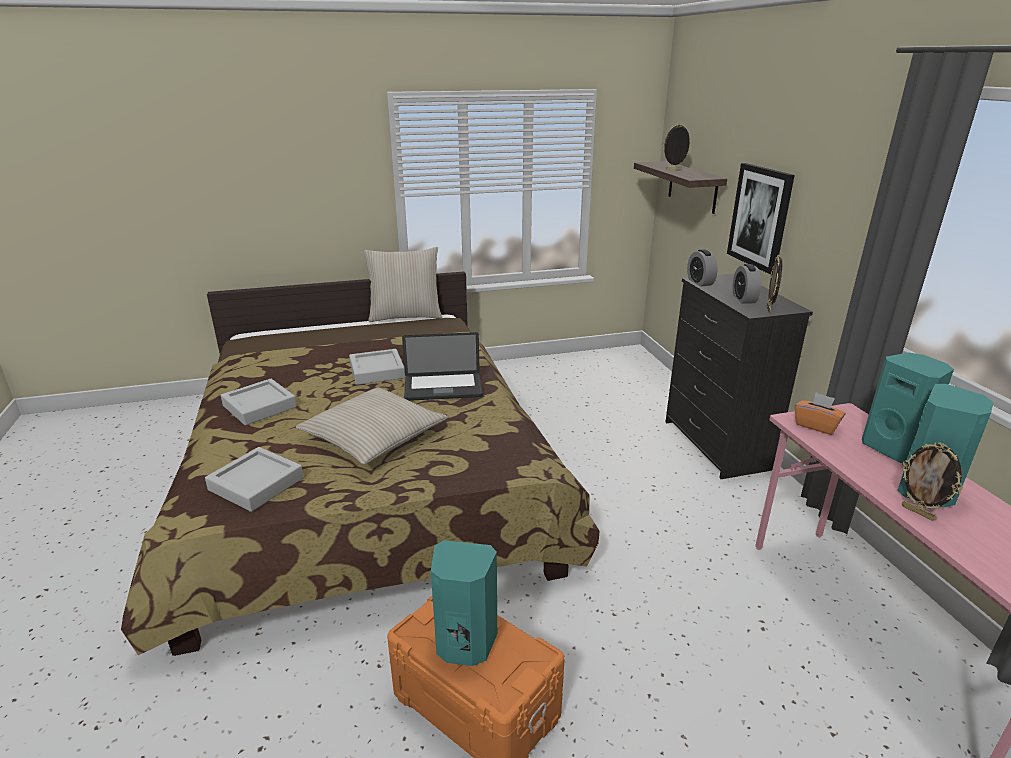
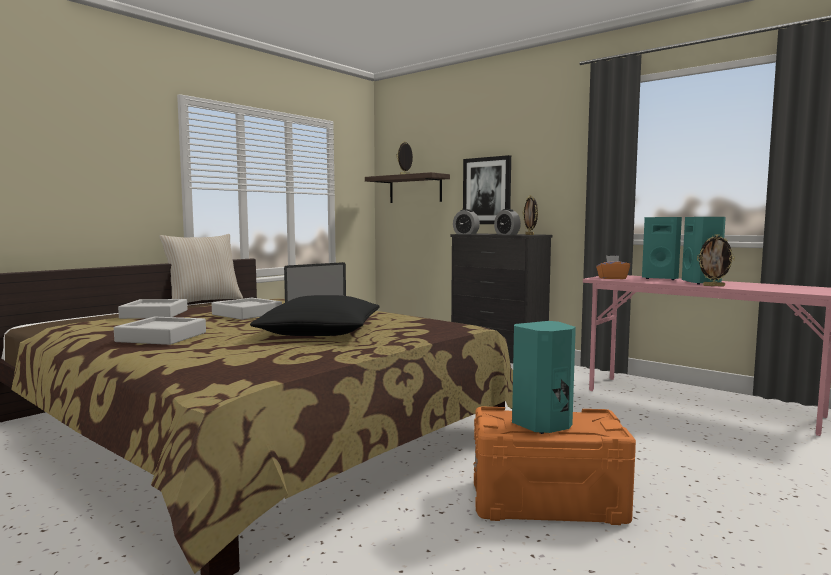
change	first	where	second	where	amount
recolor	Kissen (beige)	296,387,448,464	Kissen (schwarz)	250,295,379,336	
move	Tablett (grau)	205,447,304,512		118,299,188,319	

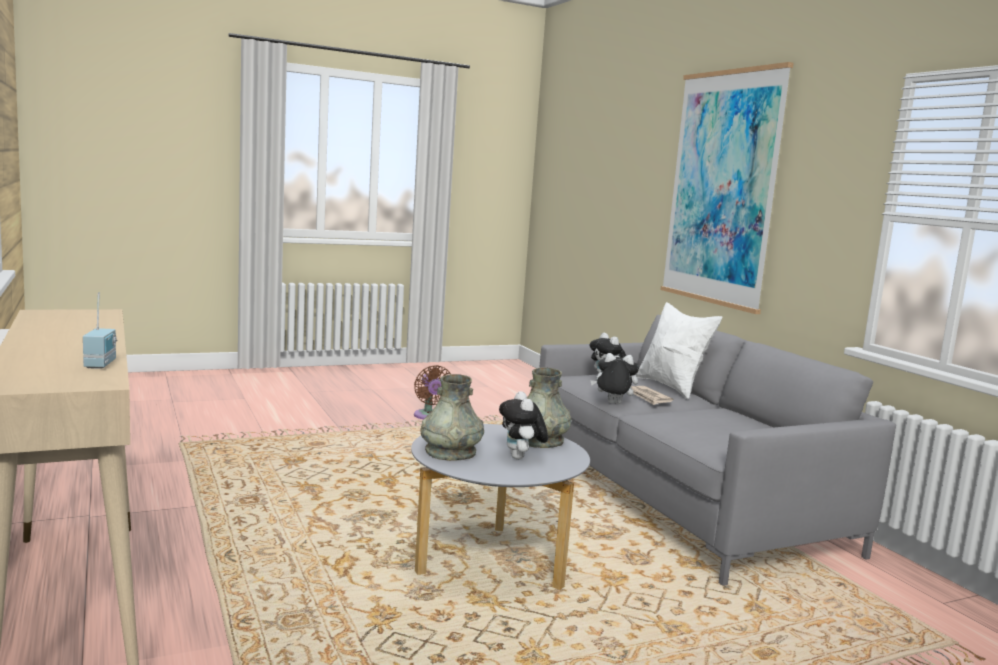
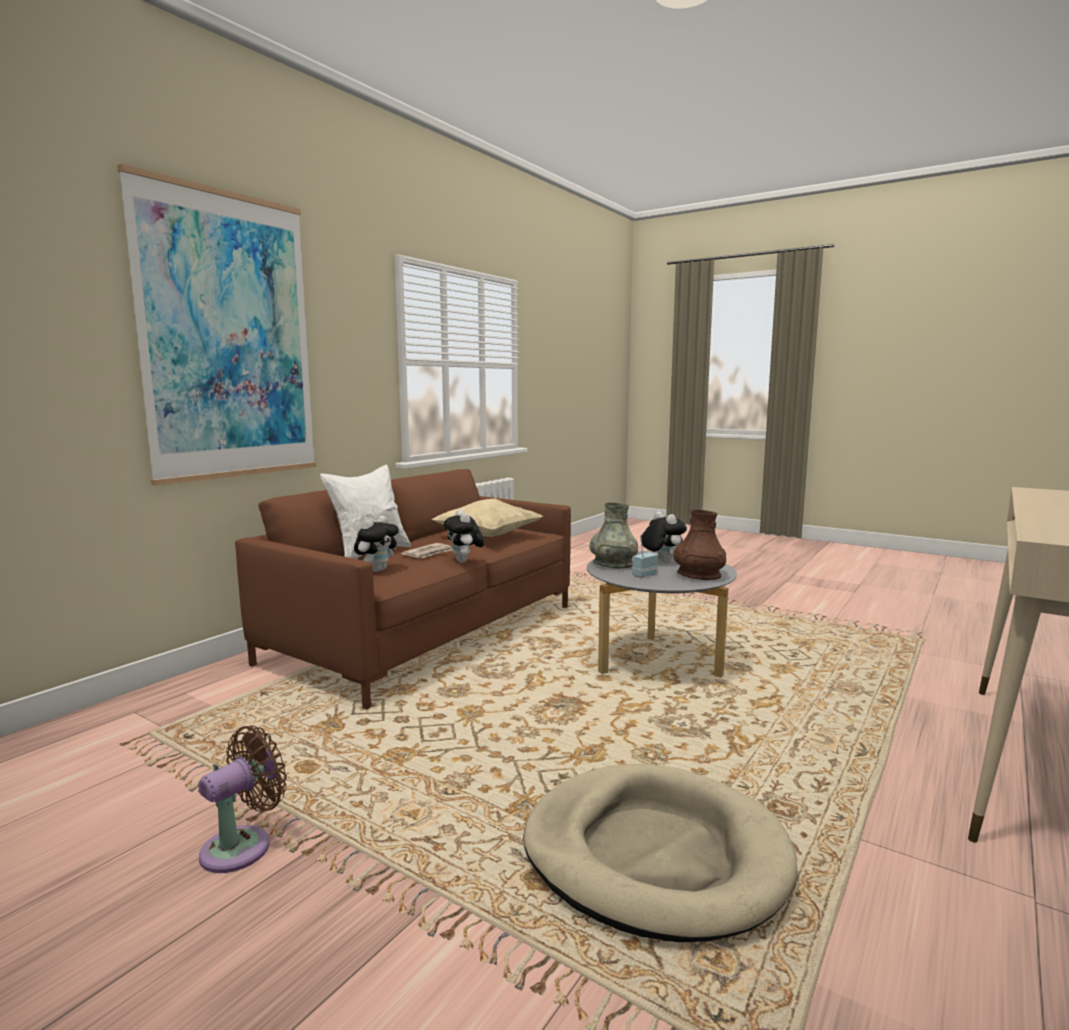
change	first	where	second	where	amount
move	Radio	83,293,118,369		632,535,658,578	
recolor	Sofa (grau)	539,315,896,586	Sofa (braun)	235,469,571,709	
recolor	Vase (grau)	420,374,484,461	Vase (braun)	673,509,726,580	
rotate	Plüschtier	499,391,548,459		641,511,687,563	75 degrees counterclockwise
insert			Kissen (beige)	431,498,543,537	
insert			Hundebett (beige)	523,764,798,942	

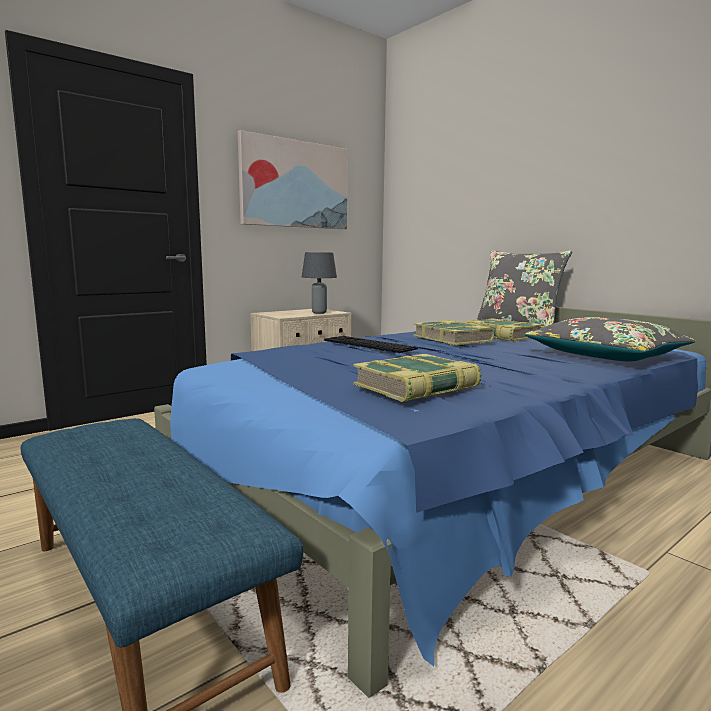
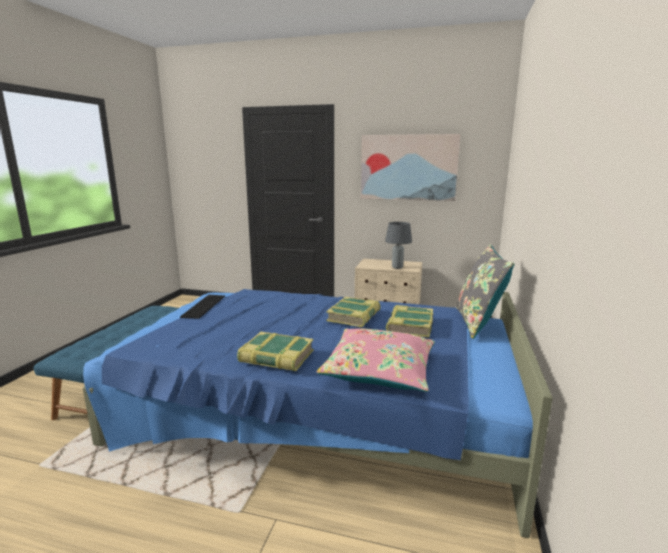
change	first	where	second	where	amount
recolor	Kissen (grau)	525,317,696,361	Kissen (rosa)	317,328,435,392	
move	Tastatur	324,336,418,353		180,295,225,319	
move	Buch	353,354,481,402		237,332,313,371	

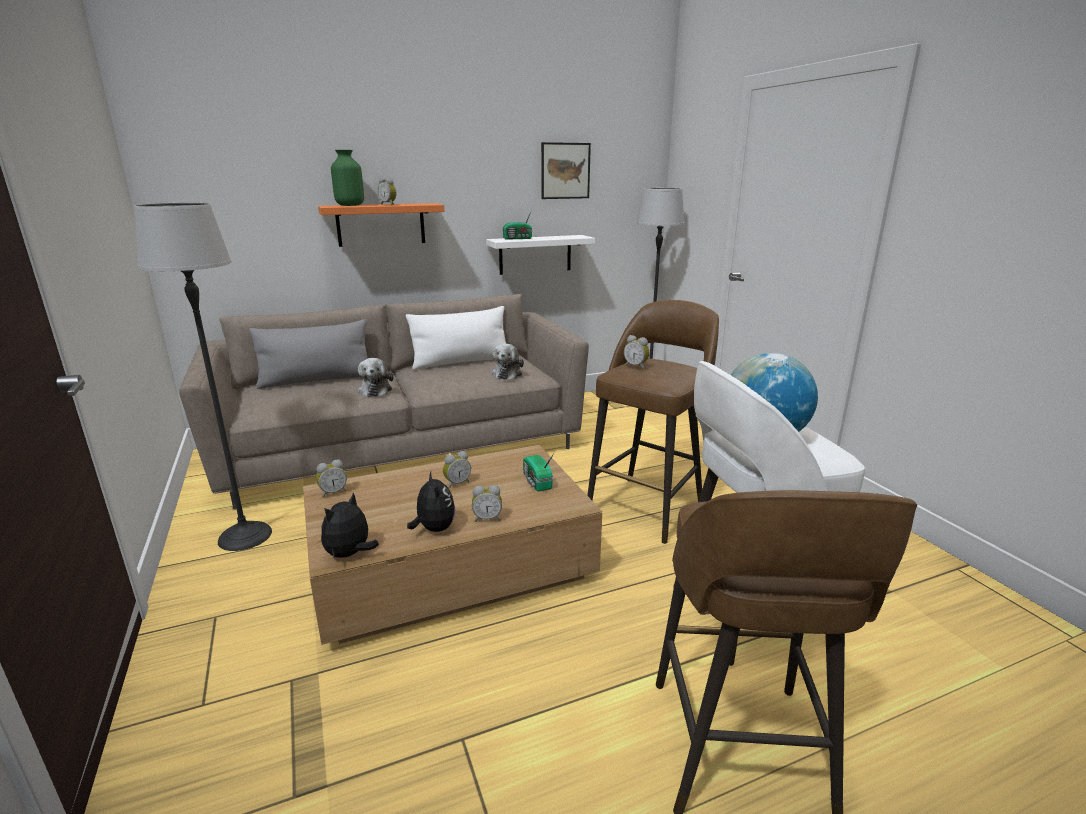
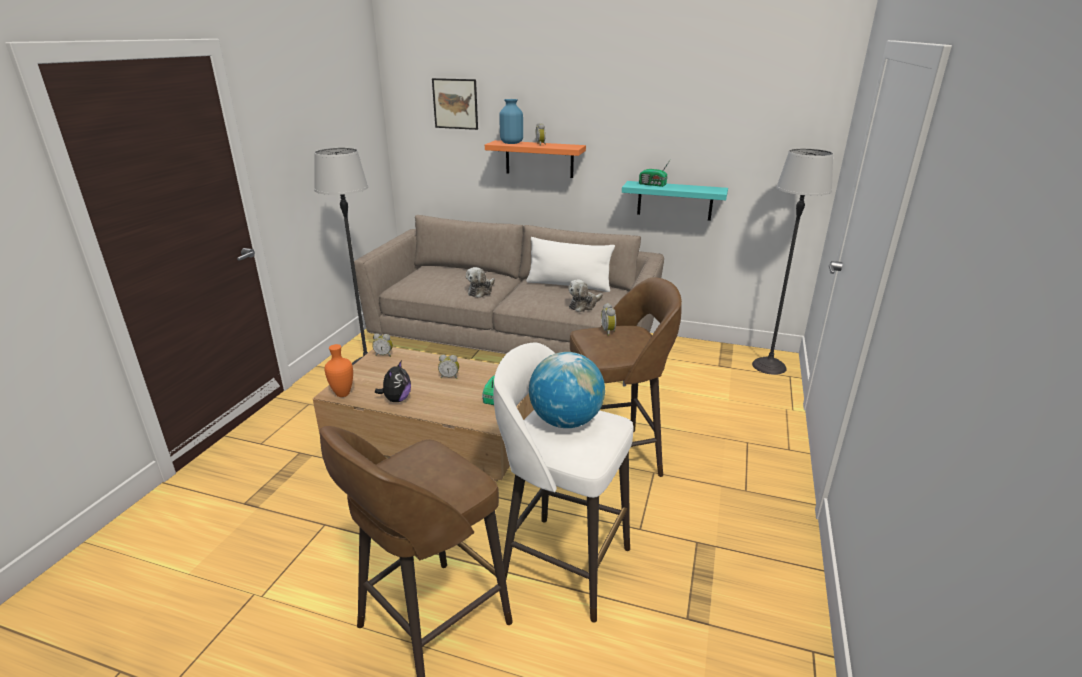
change	first	where	second	where	amount
move	Bild	541,142,591,199		432,78,478,130	
recolor	Vase (grün)	331,150,364,206	Vase (blau)	499,99,523,144	
recolor	Wandregal (weiß)	486,235,595,275	Wandregal (türkis)	622,181,728,221	
delete	Kissen (grau)	249,319,368,389			
delete	Wecker	472,485,502,522			
replace	Plüschtier	321,492,379,559	Vase (orange)	324,344,353,397	

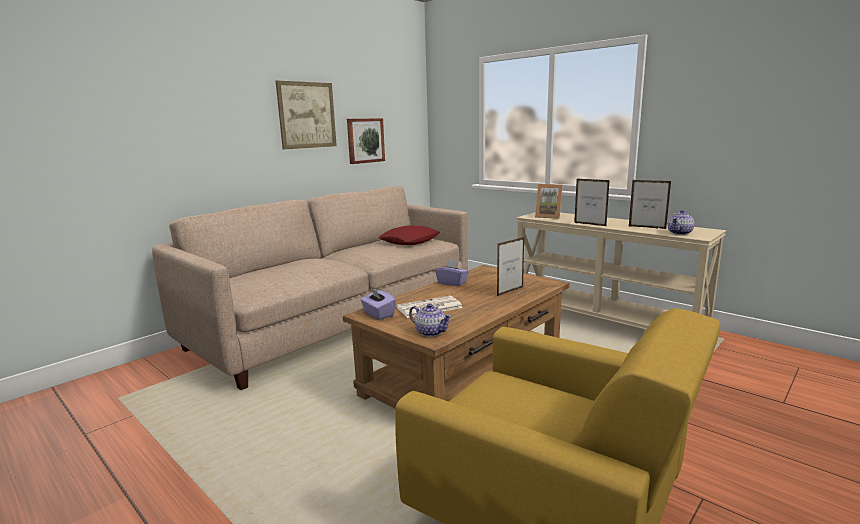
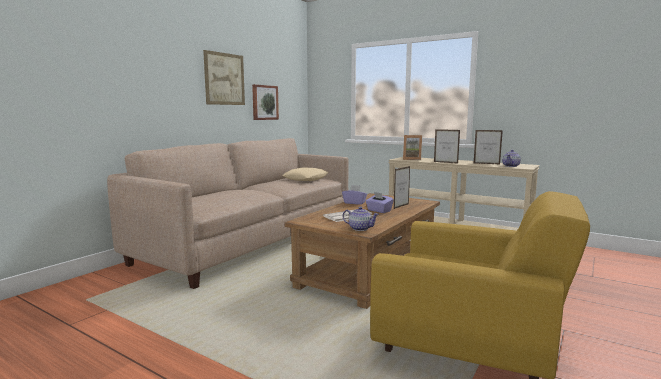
change	first	where	second	where	amount
recolor	Kissen (rot)	378,225,440,245	Kissen (beige)	282,167,328,181	
move	Taschentuchbox (lila)	360,288,396,320		366,192,394,213	

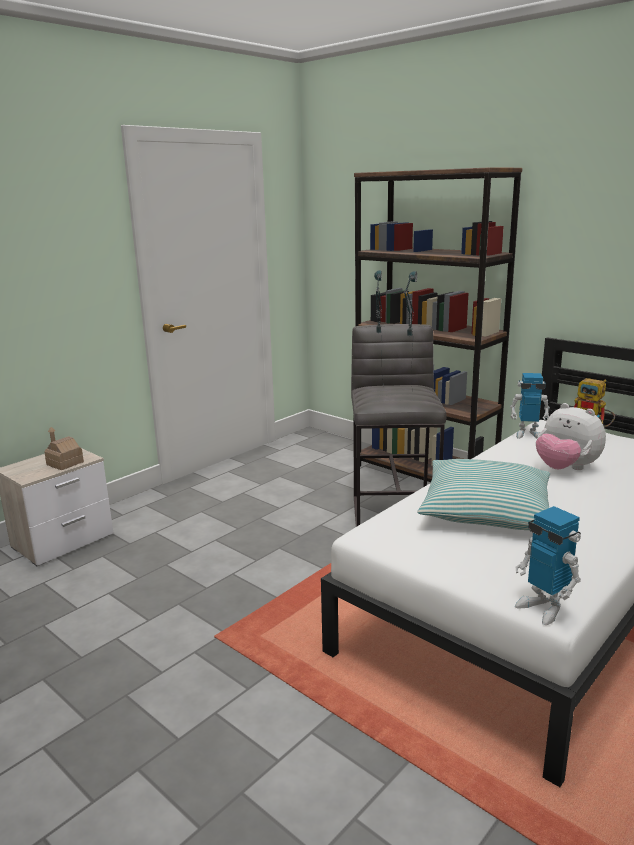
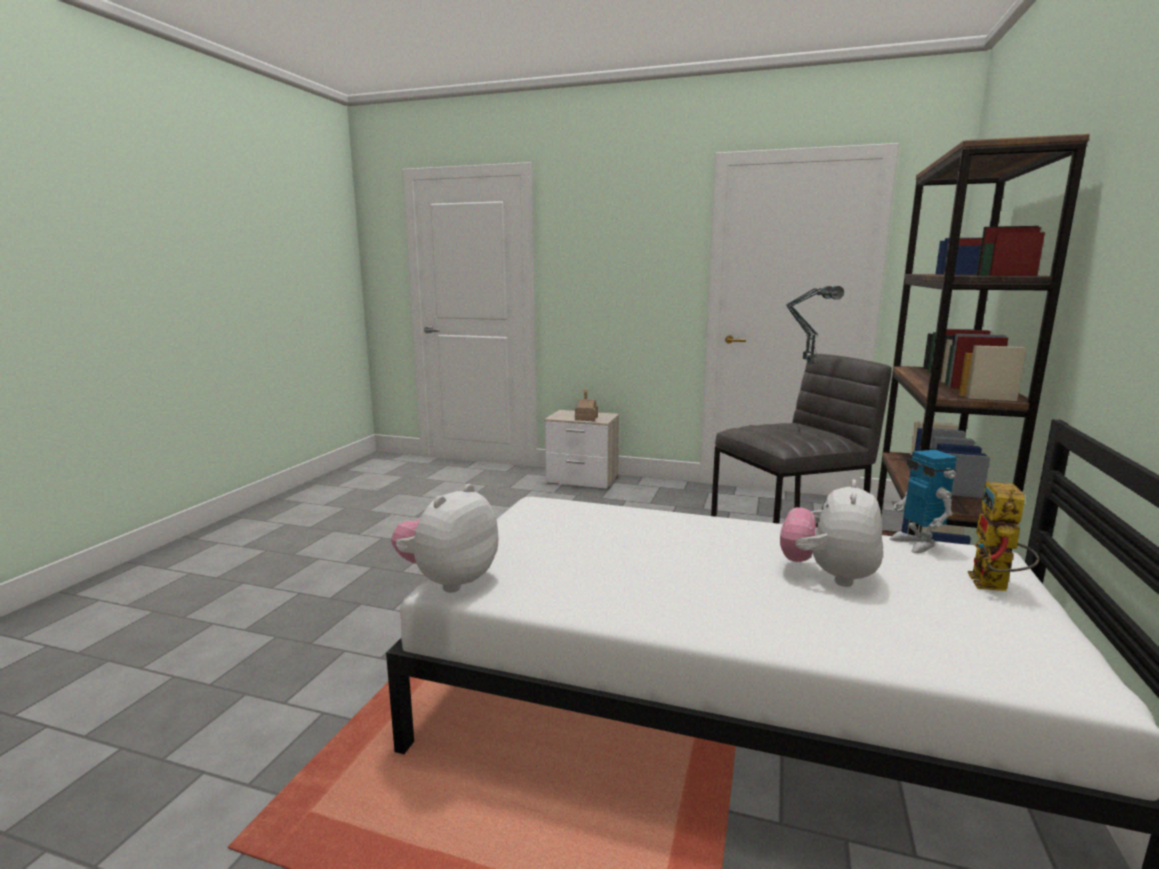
change	first	where	second	where	amount
delete	Kissen	418,459,550,530			
replace	Spielzeugroboter	515,506,581,625	Plüschtier	391,484,498,593	

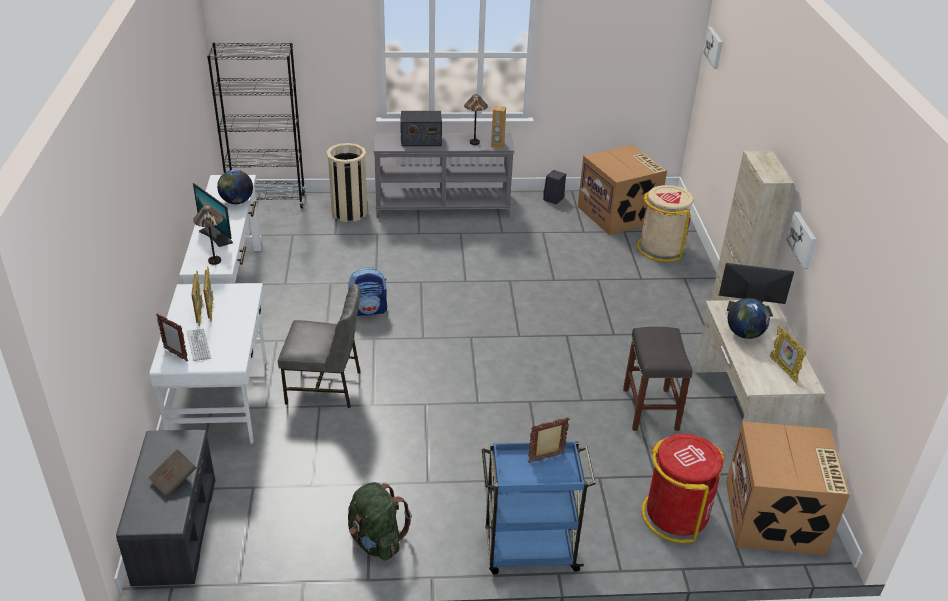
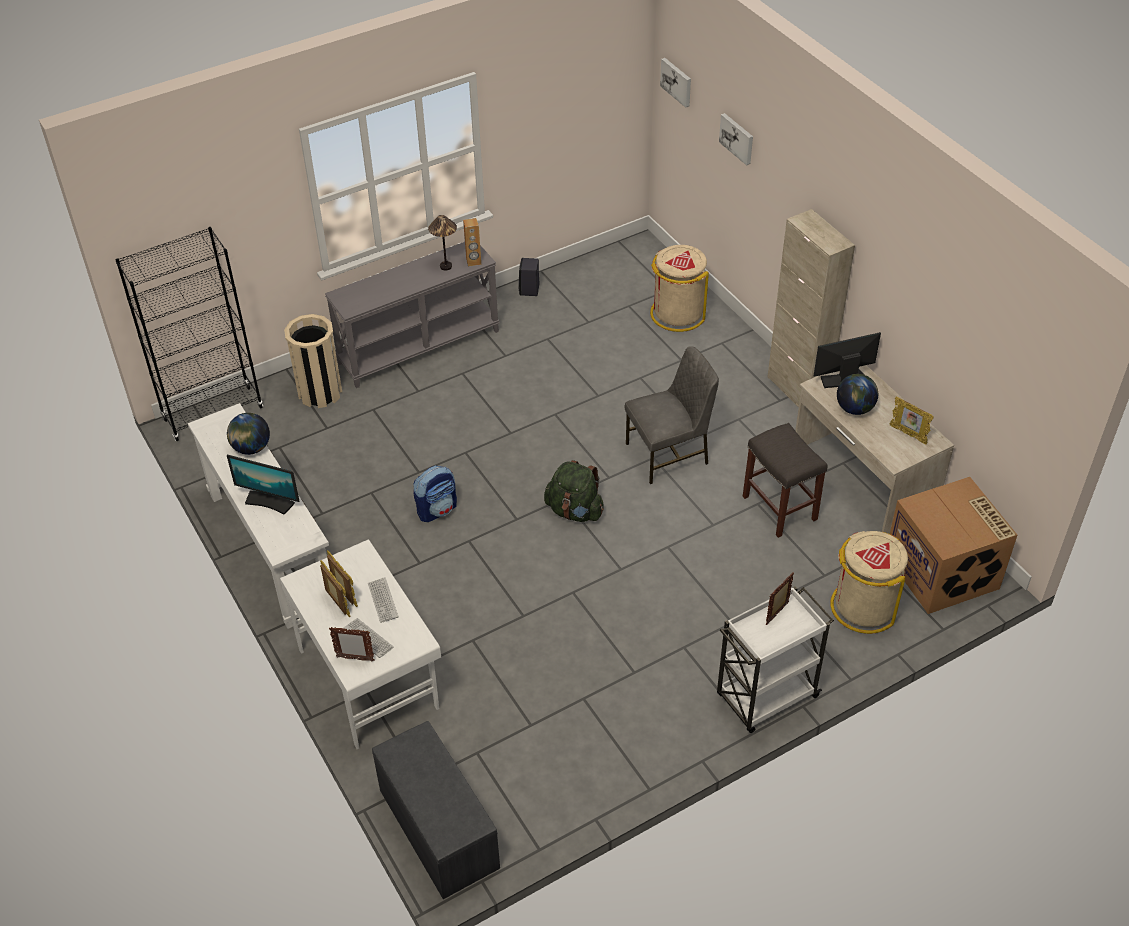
change	first	where	second	where	amount
delete	Radio	400,111,442,146			
delete	Karton	578,145,667,235			
delete	Tischlampe	193,205,223,265			
move	Bild	786,212,816,269		719,113,753,165	
move	Stuhl (grau)	278,284,361,408		625,346,719,484	
recolor	Mülleimer (rot)	642,433,724,543	Mülleimer (beige)	830,531,908,634	
recolor	Rollwagen (blau)	482,441,596,574	Rollwagen (weiß)	717,586,834,733	
delete	Buch (braun)	148,449,197,497			
move	Rucksack (grün)	348,482,412,561		544,460,604,522	
insert			Tastatur	368,577,399,623	

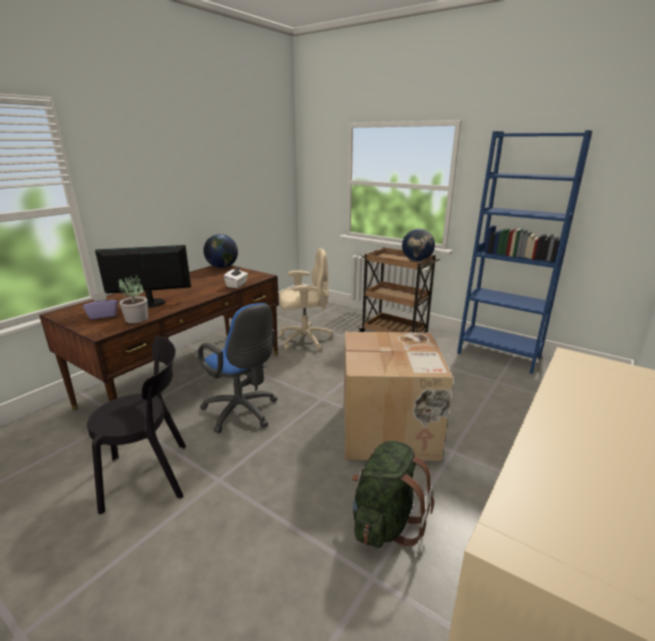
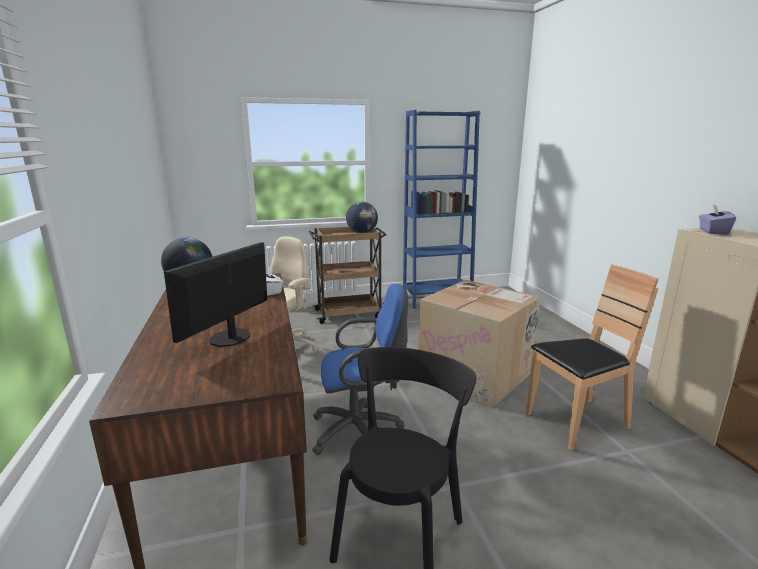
change	first	where	second	where	amount
delete	Topfpflanze	118,274,148,323			
move	Taschentuchbox (lila)	83,293,118,319		699,204,736,235	
replace	Rucksack (grün)	352,441,434,548	Stuhl (braun)	526,265,659,450	

